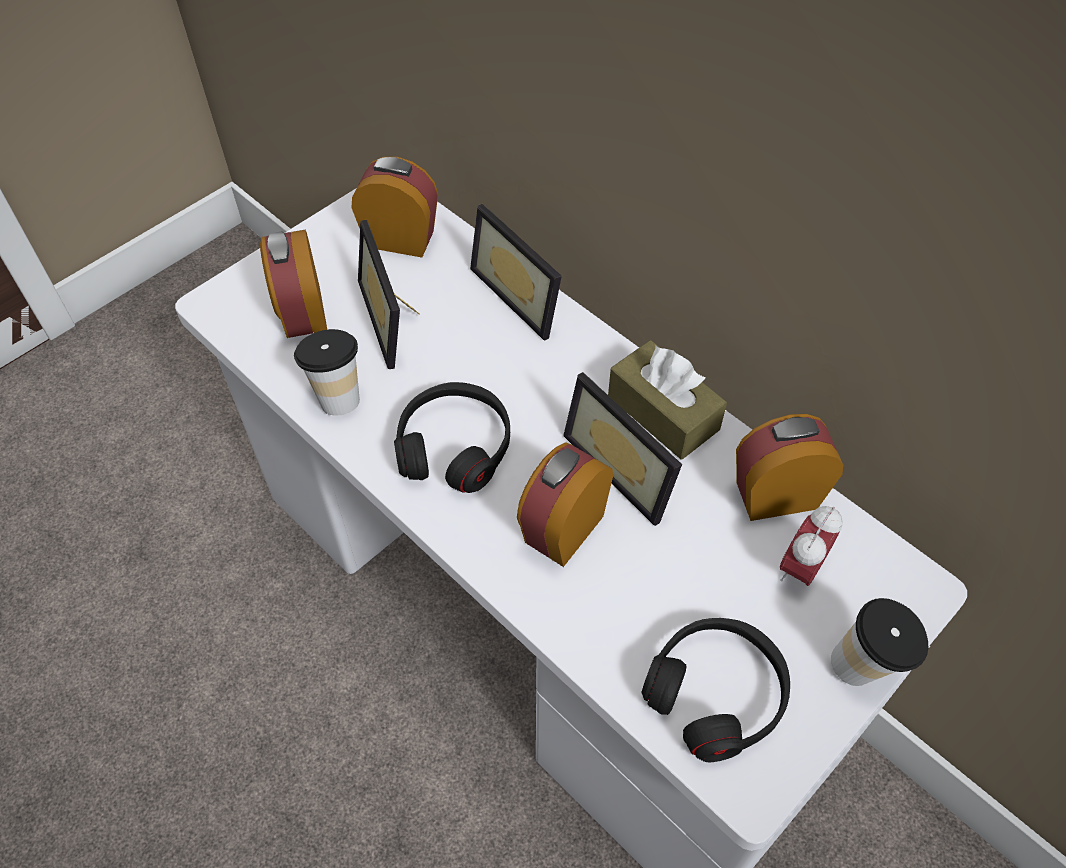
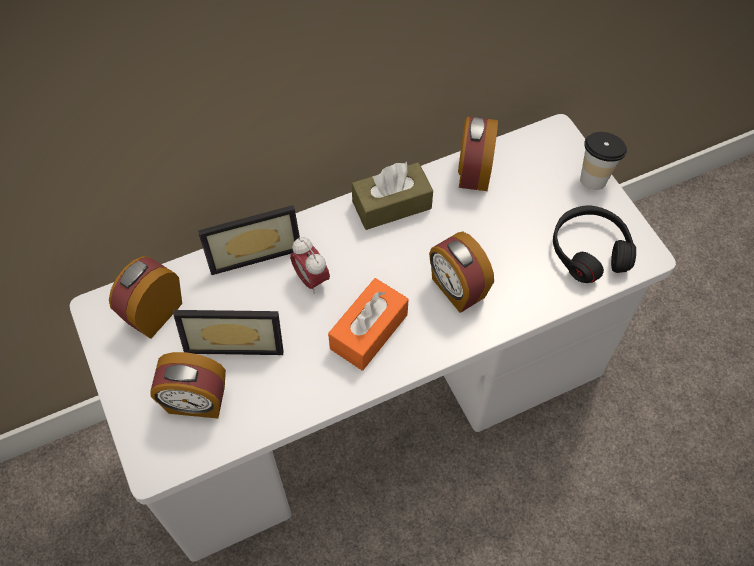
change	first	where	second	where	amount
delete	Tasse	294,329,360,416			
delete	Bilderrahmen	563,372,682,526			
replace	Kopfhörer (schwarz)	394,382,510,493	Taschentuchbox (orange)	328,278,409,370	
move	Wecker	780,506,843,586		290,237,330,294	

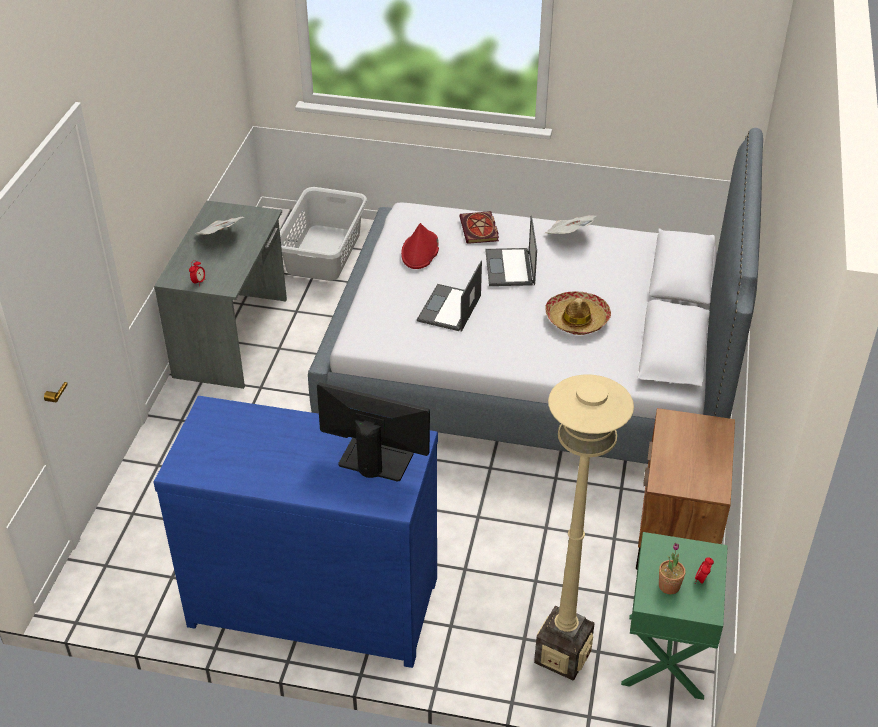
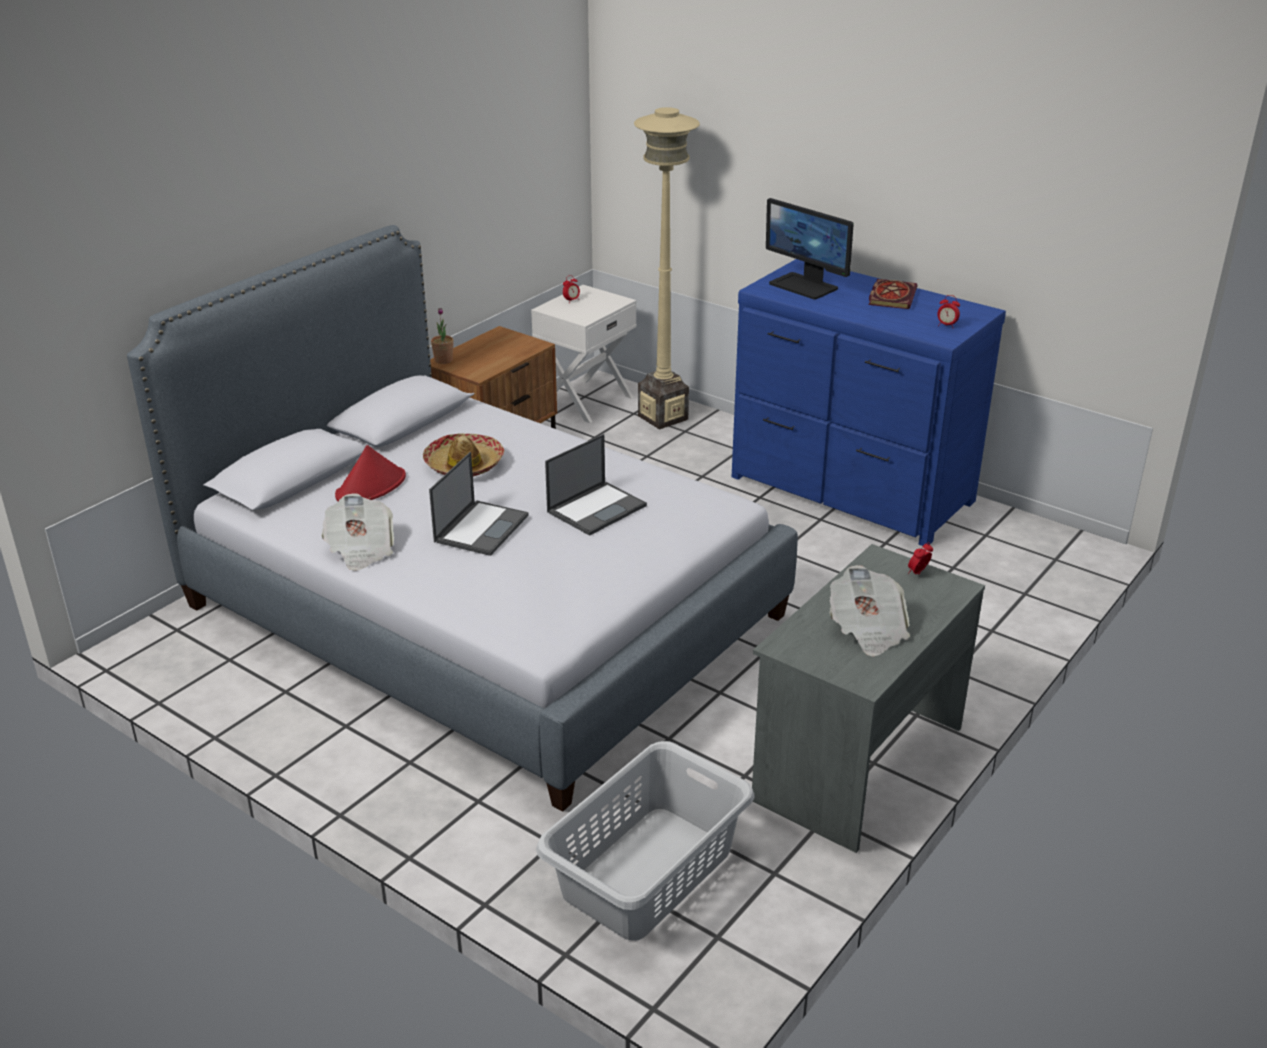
change	first	where	second	where	amount
move	Buch	459,211,499,244		868,279,918,309	
move	Hut (rot)	401,223,439,269		335,445,406,502	
recolor	Nachttisch (grün)	621,532,728,700	Nachttisch (weiß)	531,285,637,423	
move	Topfpflanze	659,543,686,594		431,308,454,364	
insert			Wecker	937,295,960,327	

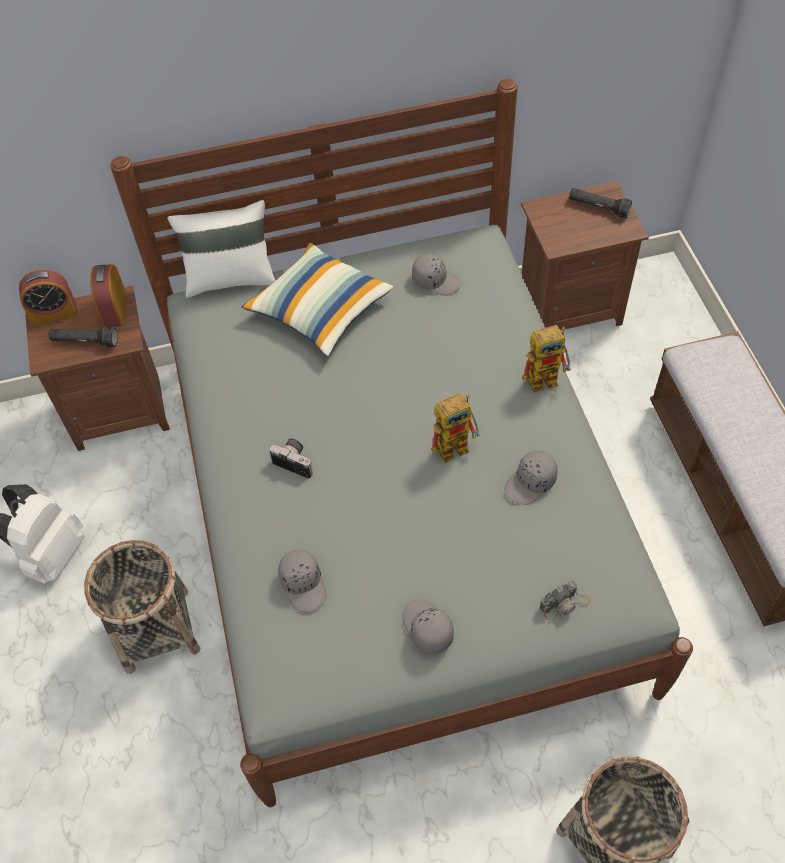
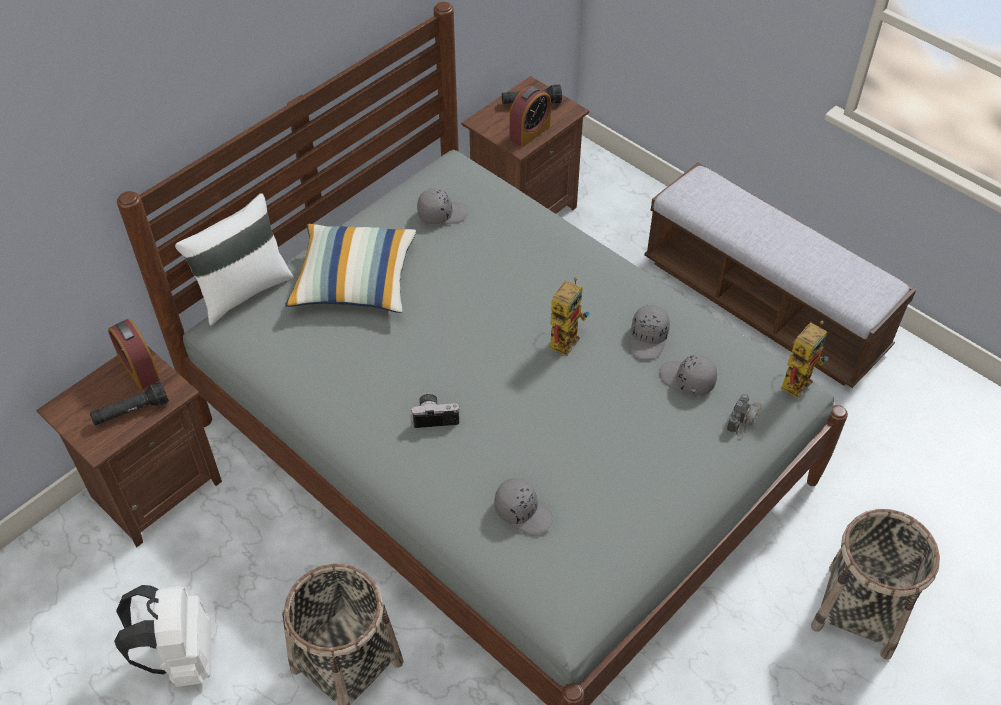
change	first	where	second	where	amount
move	Wecker	19,269,78,326		509,86,551,147	
move	Spielzeugroboter	522,325,571,393		781,321,828,398	
move	Kappe (grau)	402,599,454,655		659,355,717,396	

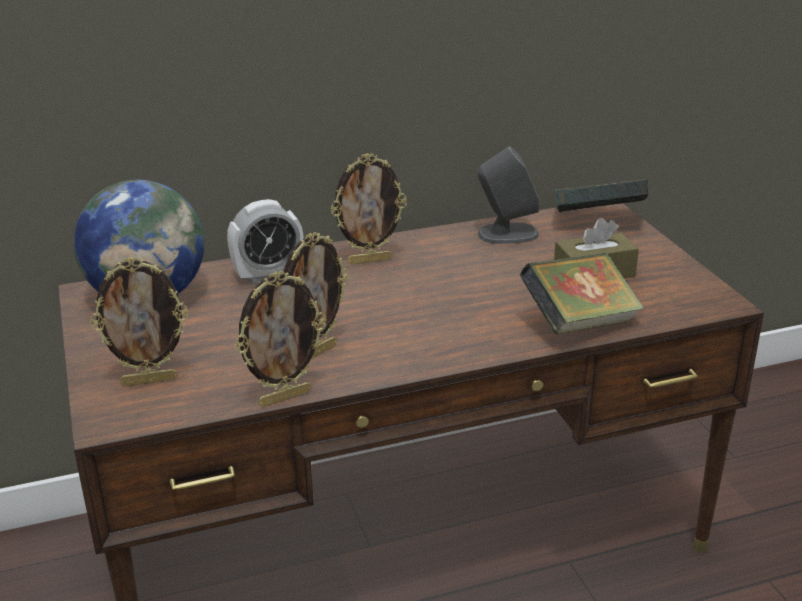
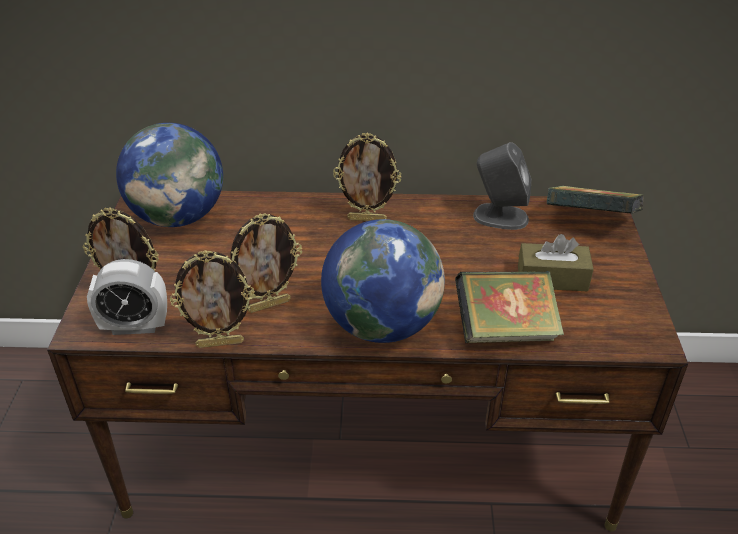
change	first	where	second	where	amount
move	Wecker	227,199,303,284		87,259,167,335	
insert			Globus	321,219,445,343	

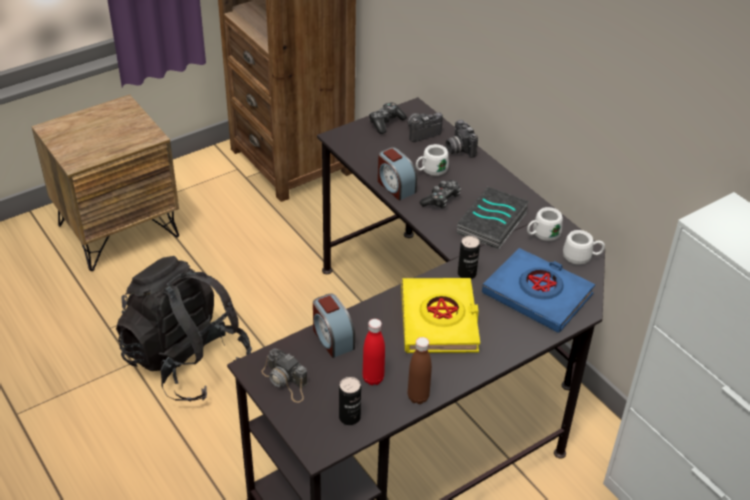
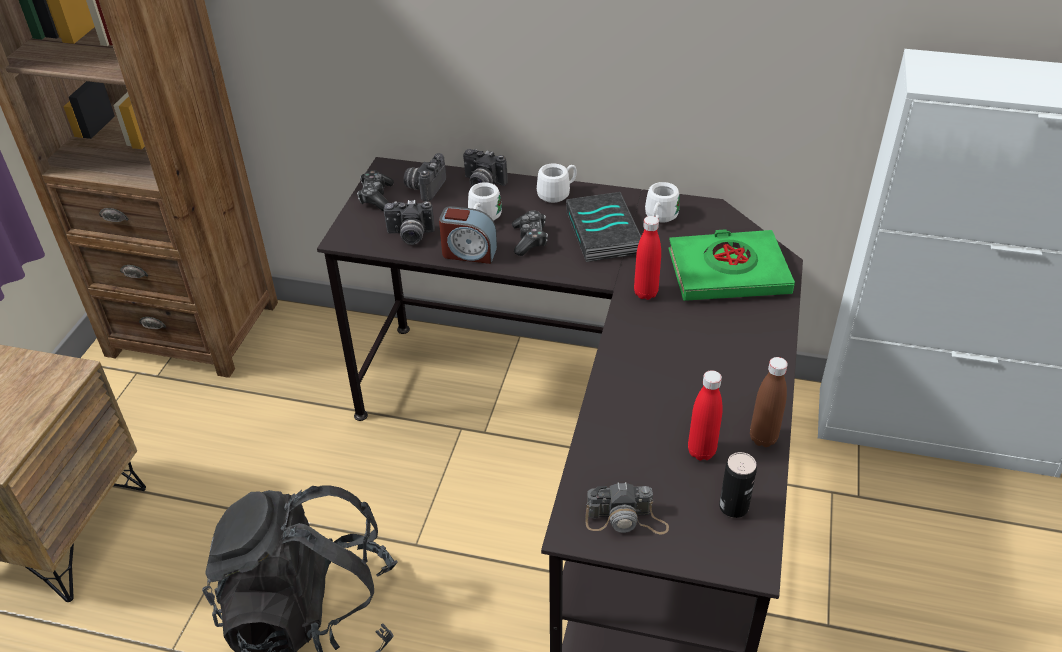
change	first	where	second	where	amount
move	Henkelbecher (weiß)	563,230,605,265		537,163,577,203	
replace	Dose	458,236,480,279	Flasche (rot)	634,216,661,300	
recolor	Buch (blau)	482,248,595,333	Buch (grün)	668,229,795,301	
delete	Buch (gelb)	401,278,480,353			
delete	Wecker	313,294,355,358			
insert			Kamera	384,200,435,245	

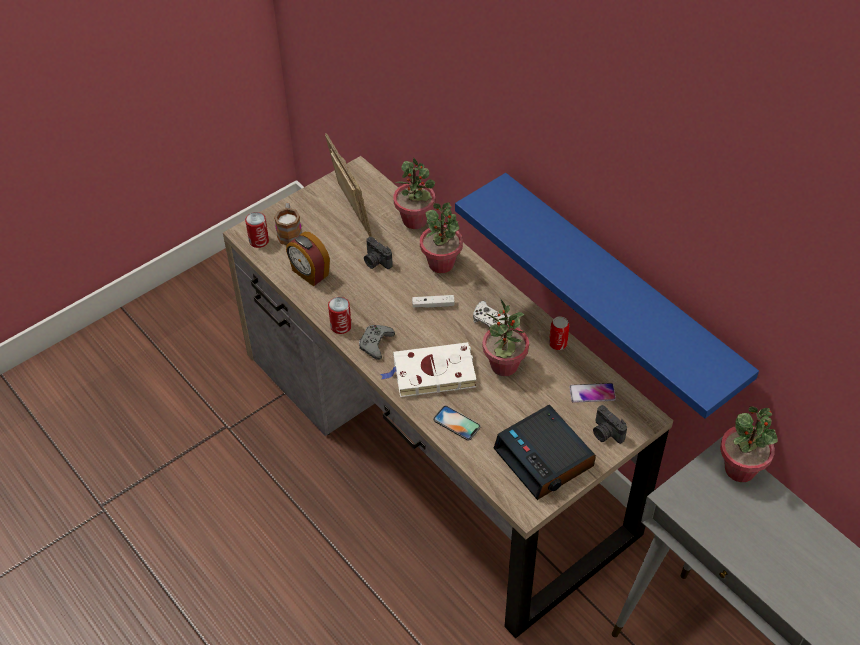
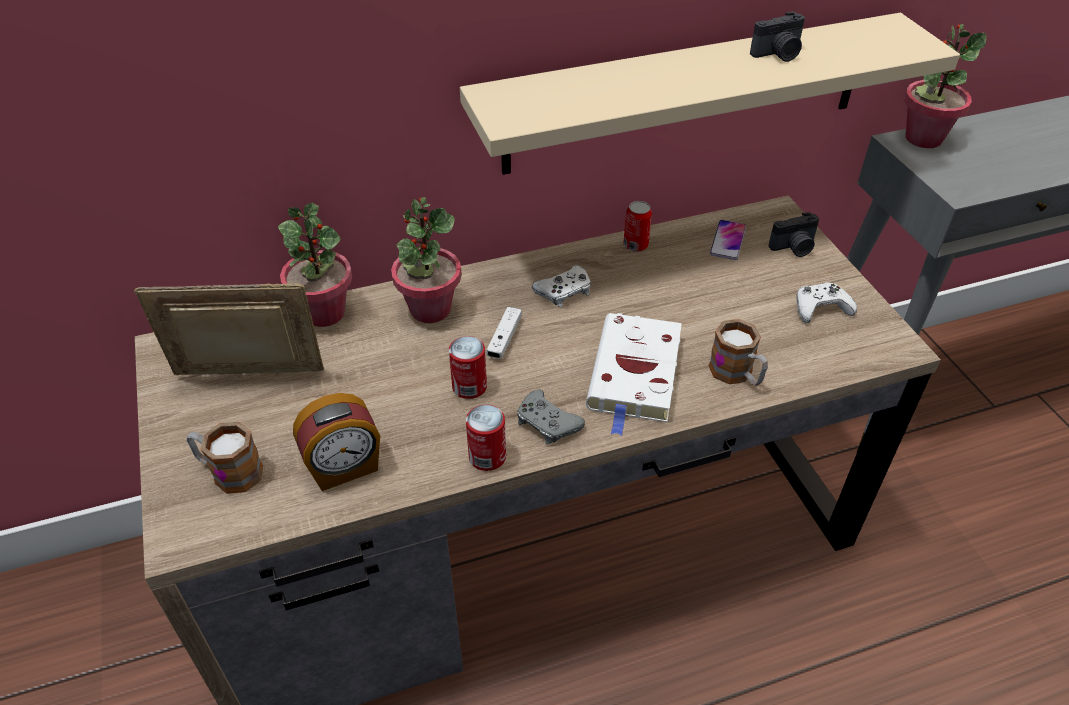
change	first	where	second	where	amount
recolor	Wandregal (blau)	455,173,759,419	Wandregal (beige)	460,13,960,175	
move	Dose	245,212,269,248		449,336,487,399	
move	Kamera	364,237,393,269		750,11,805,62	
delete	Topfpflanze	482,298,529,376			
replace	Handy	433,405,481,441	Henkelbecher	708,319,768,386	
replace	Wecker	494,405,596,500	Gamepad (weiß)	796,283,857,323	

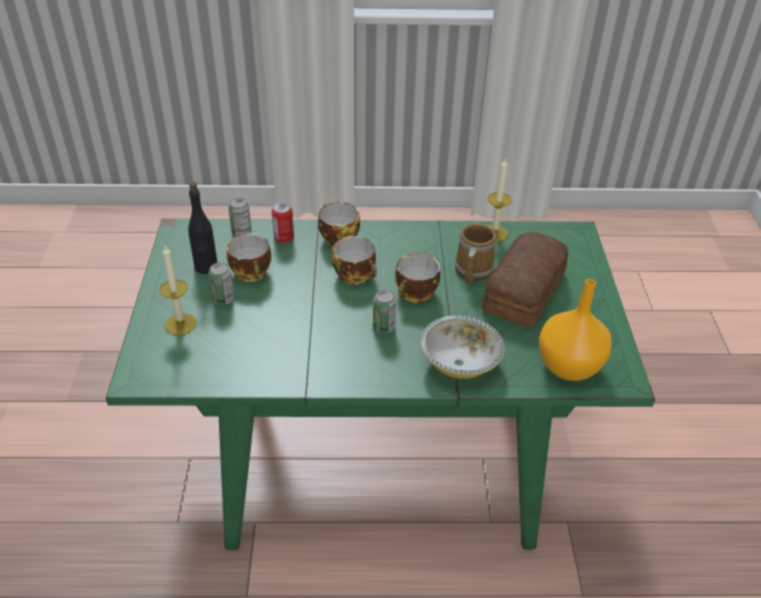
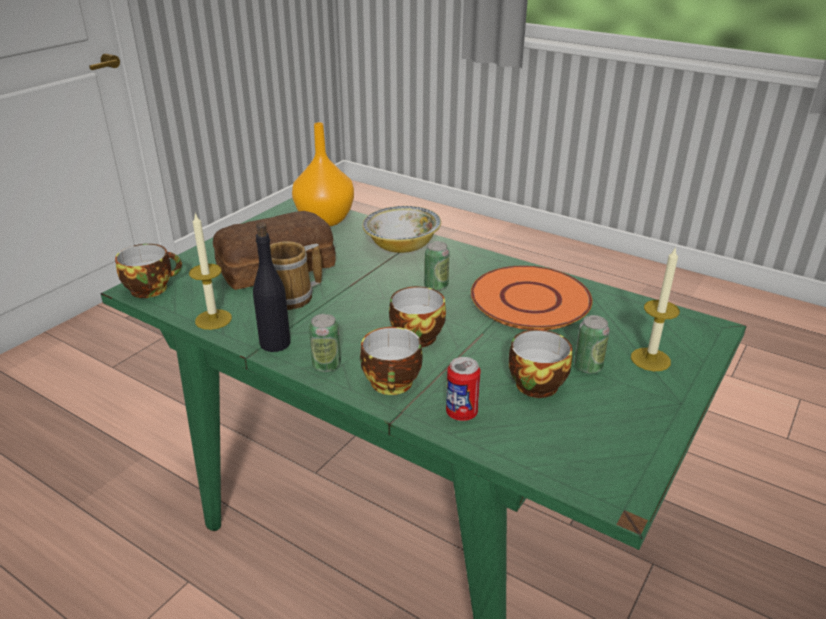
change	first	where	second	where	amount
move	Flasche (schwarz)	188,182,217,274		253,222,291,352	
move	Dose	228,198,252,237		309,314,341,372	
move	Tasse	395,253,440,303		115,244,182,298	
insert			Teller (orange)	471,266,593,330	

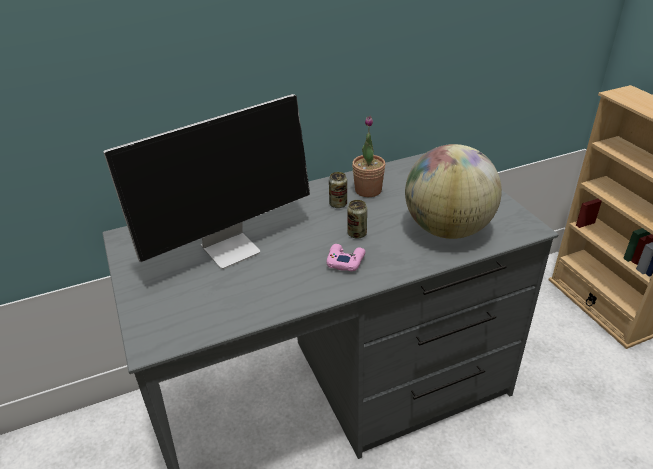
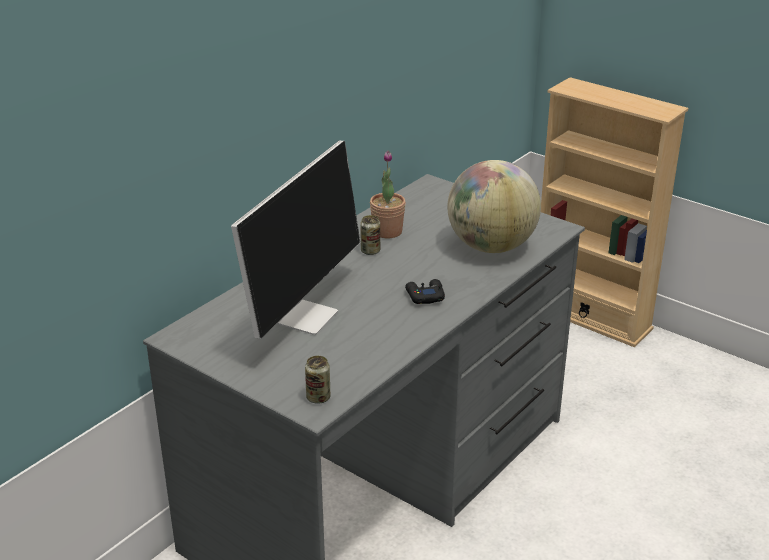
change	first	where	second	where	amount
move	Dose	347,200,367,239		305,356,330,404	
recolor	Gamepad (rosa)	326,244,365,272	Gamepad (schwarz)	405,279,445,304	

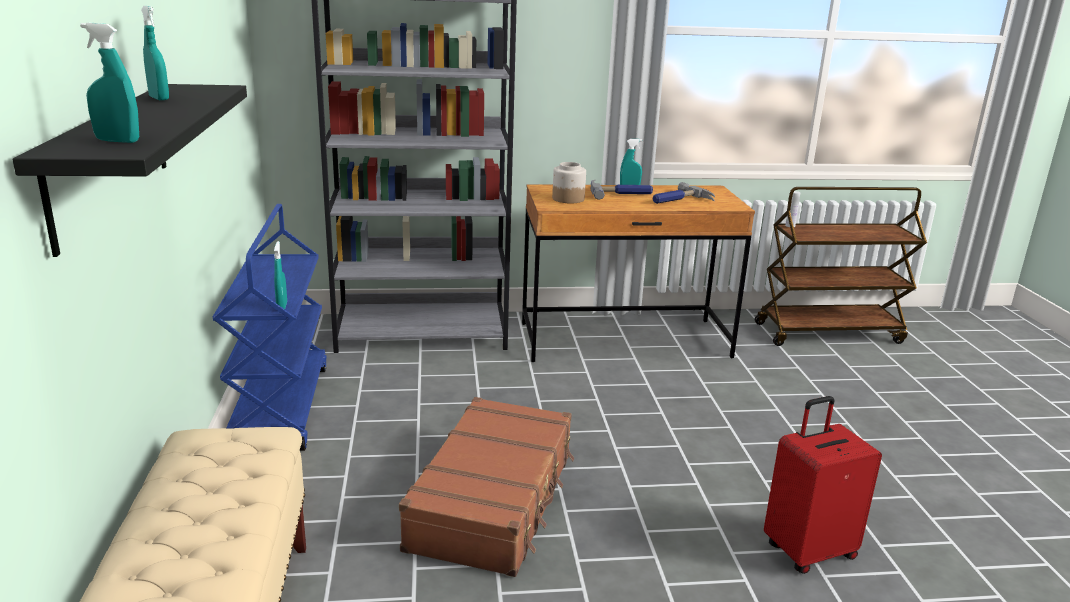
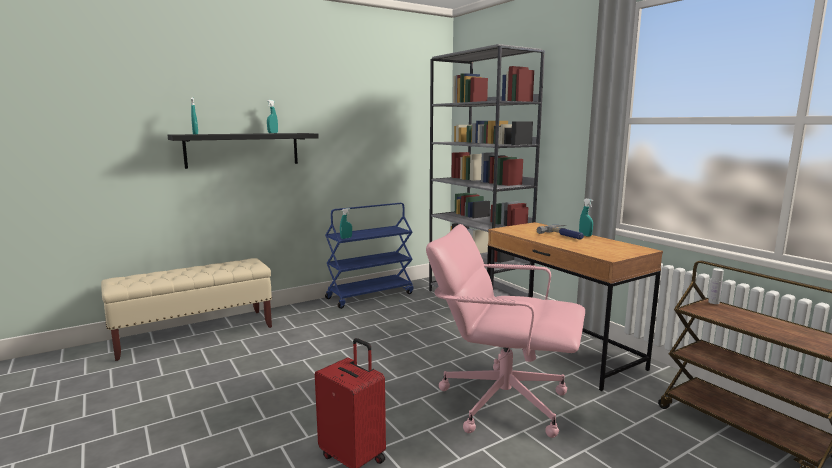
change	first	where	second	where	amount
delete	Vorratsglas	552,162,586,203			
delete	Hammer	653,182,715,204			
delete	Koffer (braun)	399,397,574,577			
insert			Bürostuhl (rosa)	426,224,585,438	

